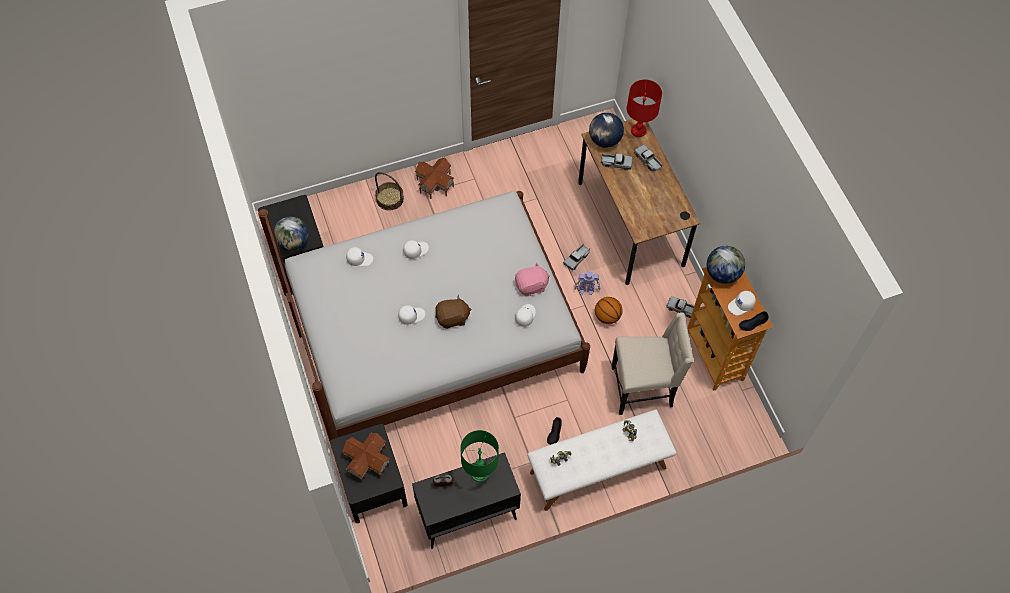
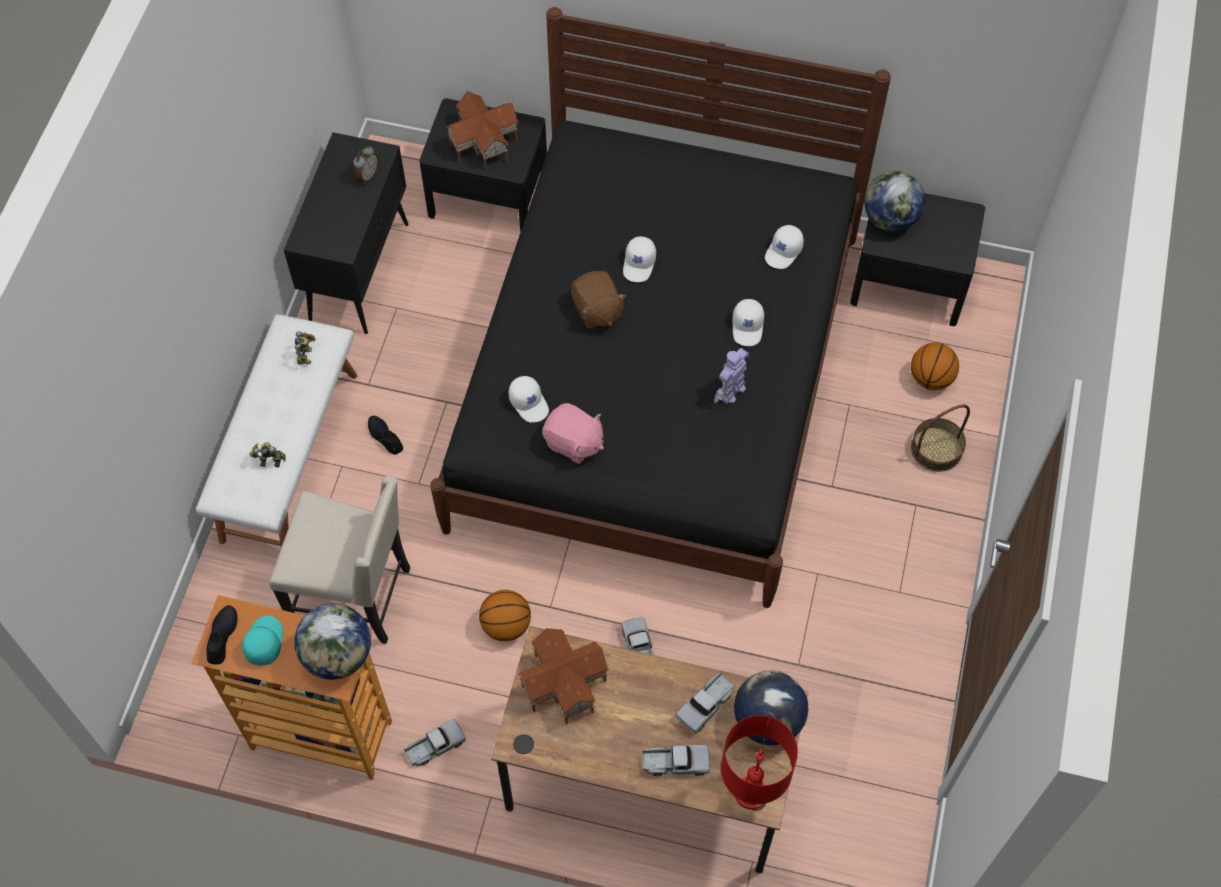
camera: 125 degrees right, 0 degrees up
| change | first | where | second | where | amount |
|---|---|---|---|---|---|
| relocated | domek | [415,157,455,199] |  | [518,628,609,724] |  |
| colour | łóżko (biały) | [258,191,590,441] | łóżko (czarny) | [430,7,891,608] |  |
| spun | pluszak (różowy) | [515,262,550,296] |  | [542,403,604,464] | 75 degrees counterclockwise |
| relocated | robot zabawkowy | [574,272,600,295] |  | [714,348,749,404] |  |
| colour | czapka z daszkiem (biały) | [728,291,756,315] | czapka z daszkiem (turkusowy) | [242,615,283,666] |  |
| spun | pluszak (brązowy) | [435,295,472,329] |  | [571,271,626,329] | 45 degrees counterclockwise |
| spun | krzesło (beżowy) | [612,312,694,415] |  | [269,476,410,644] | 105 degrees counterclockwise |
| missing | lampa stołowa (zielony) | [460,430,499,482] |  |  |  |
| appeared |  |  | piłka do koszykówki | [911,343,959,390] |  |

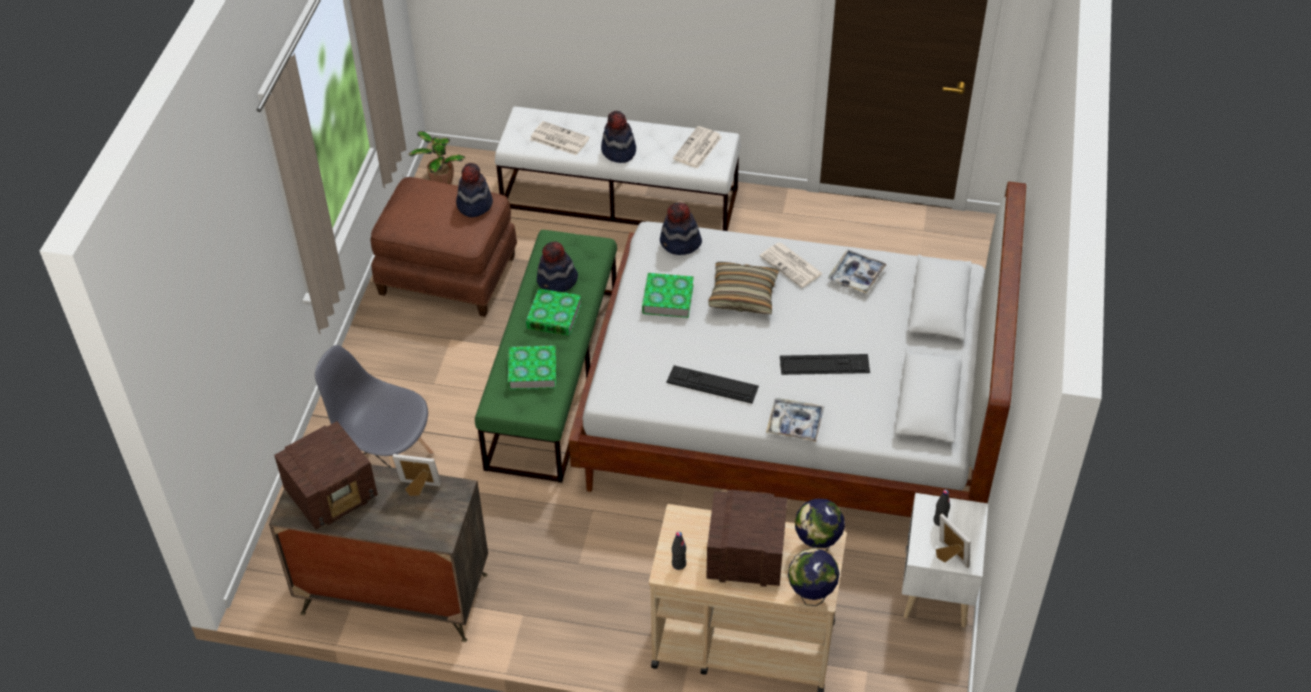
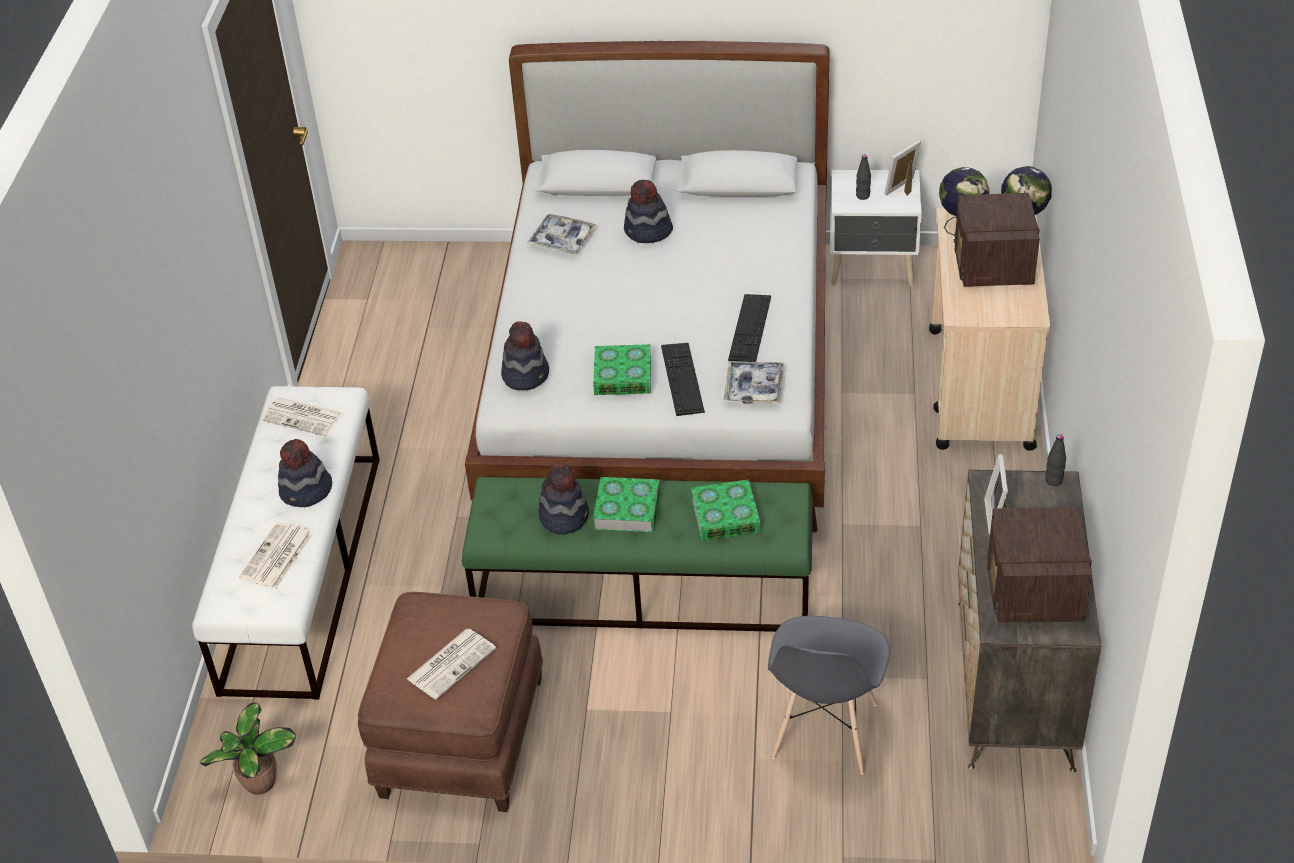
camera: 95 degrees left, 5 degrees down
| change | first | where | second | where | amount |
|---|---|---|---|---|---|
| relocated | kapelusz | [456,163,493,217] |  | [624,180,673,243] |  |
| relocated | gazeta | [760,242,823,288] |  | [407,629,496,699] |  |
| missing | poduszka | [708,262,779,314] |  |  |  |
| relocated | klawiatura | [780,354,870,375] |  | [661,343,705,416] |  |
| relocated | taca | [766,398,825,442] |  | [724,361,784,404] |  |
| spun | radio | [274,421,378,530] |  | [987,507,1092,623] | 135 degrees counterclockwise |
| relocated | butelka (czarny) | [672,532,686,570] |  | [1045,434,1066,486] |  |

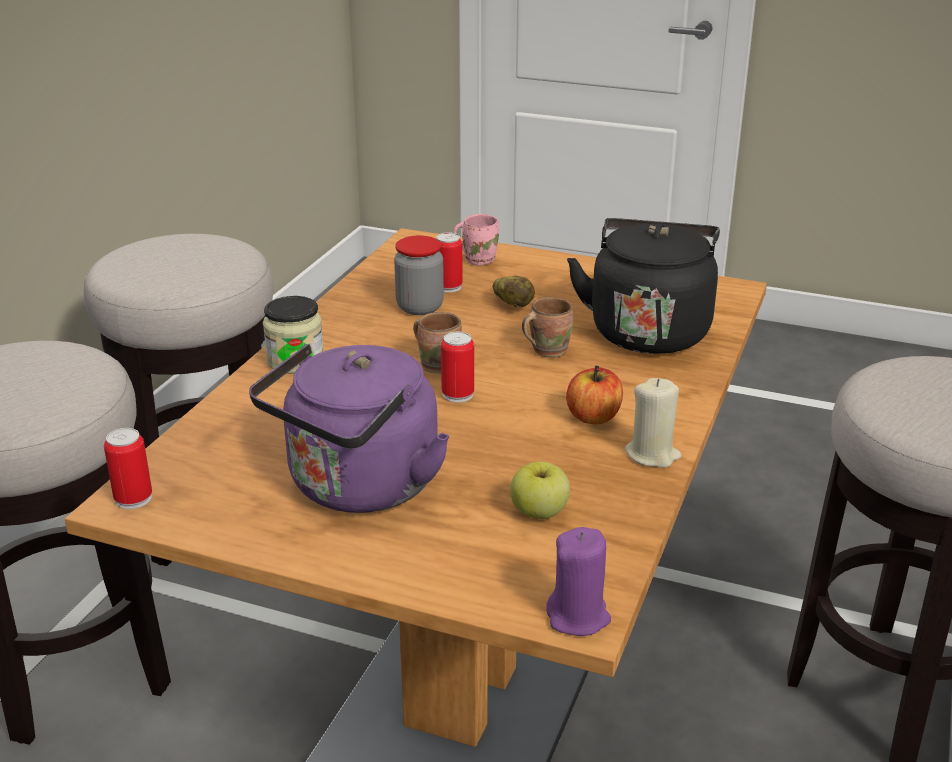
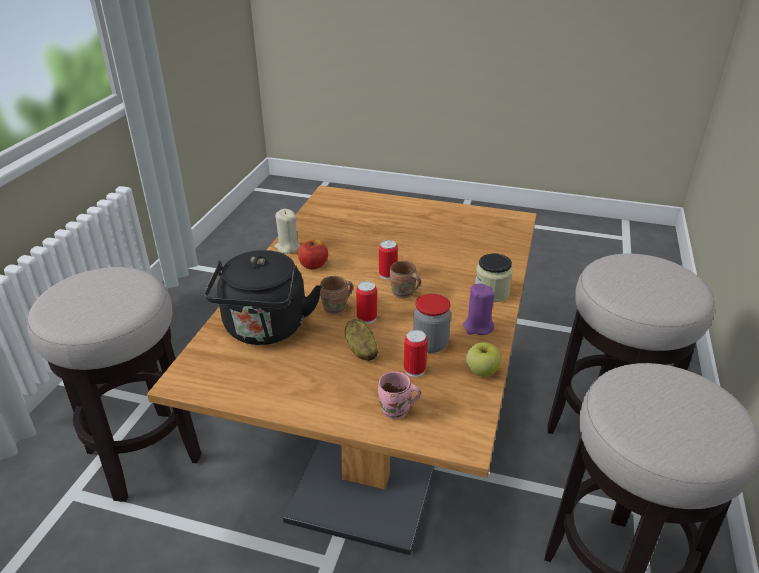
camera: 175 degrees right, 5 degrees up
| change | first | where | second | where | amount |
|---|---|---|---|---|---|
| missing | czajnik (fioletowy) | [249,343,450,513] |  |  |  |
| relocated | puszka | [104,428,152,509] |  | [356,281,377,324] |  |
| relocated | jabłko | [510,462,570,519] |  | [466,342,501,377] |  |
| relocated | świeca (fioletowy) | [546,527,611,636] |  | [463,284,495,335] |  |

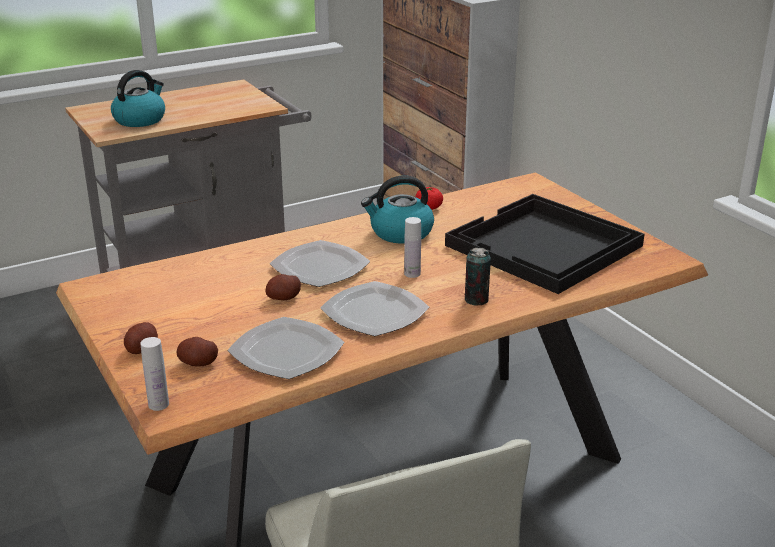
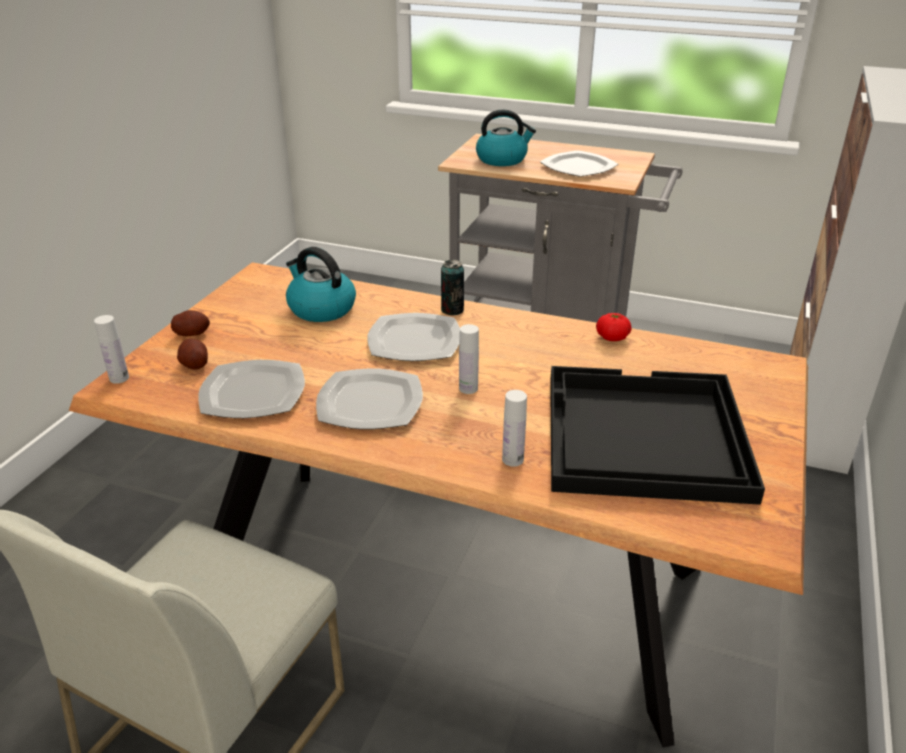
camera: 50 degrees right, 5 degrees up
| change | first | where | second | where | amount |
|---|---|---|---|---|---|
| relocated | czajnik | [361,176,434,244] |  | [286,247,356,322] |  |
| relocated | puszka | [465,248,491,305] |  | [441,259,464,316] |  |
| missing | ziemniak | [265,274,301,300] |  |  |  |
| appeared |  |  | talerz | [540,150,618,177] |  |
| appeared |  |  | butelka (biały) | [502,390,527,467] |  |

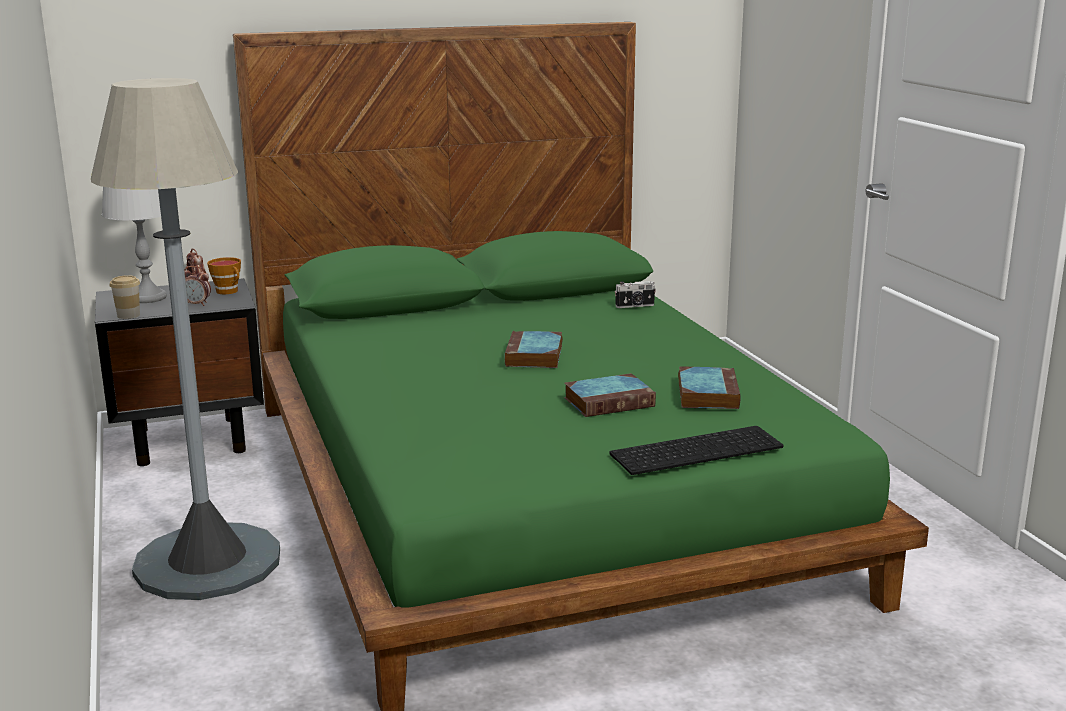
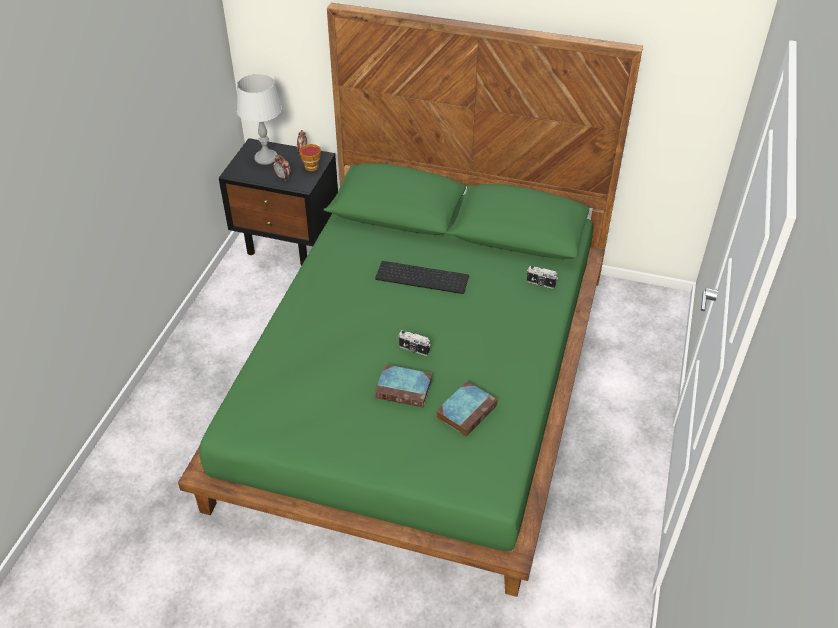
camera: 35 degrees right, 25 degrees up
| change | first | where | second | where | amount |
|---|---|---|---|---|---|
| missing | lampa stojąca (szary) | [91,78,280,600] |  |  |  |
| missing | filiżanka | [110,275,140,319] |  |  |  |
| missing | książka | [504,331,563,368] |  |  |  |
| relocated | klawiatura | [610,426,783,475] |  | [375,261,469,294] |  |
| appeared |  |  | aparat fotograficzny | [399,330,430,356] |  |

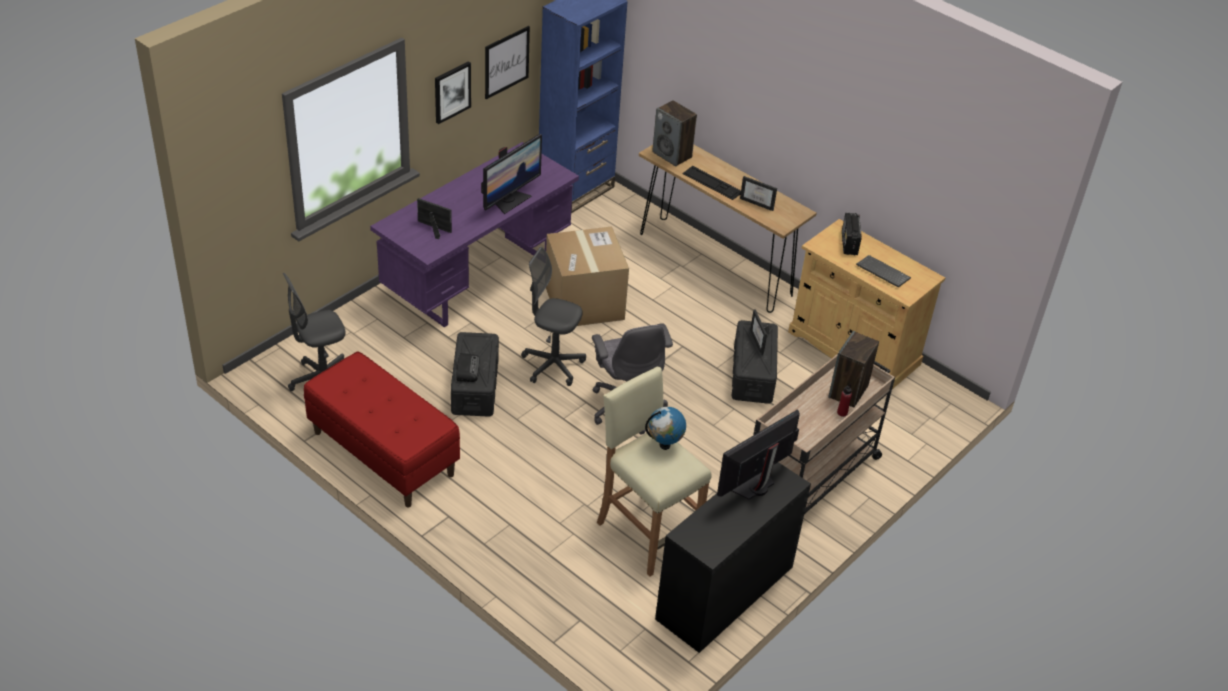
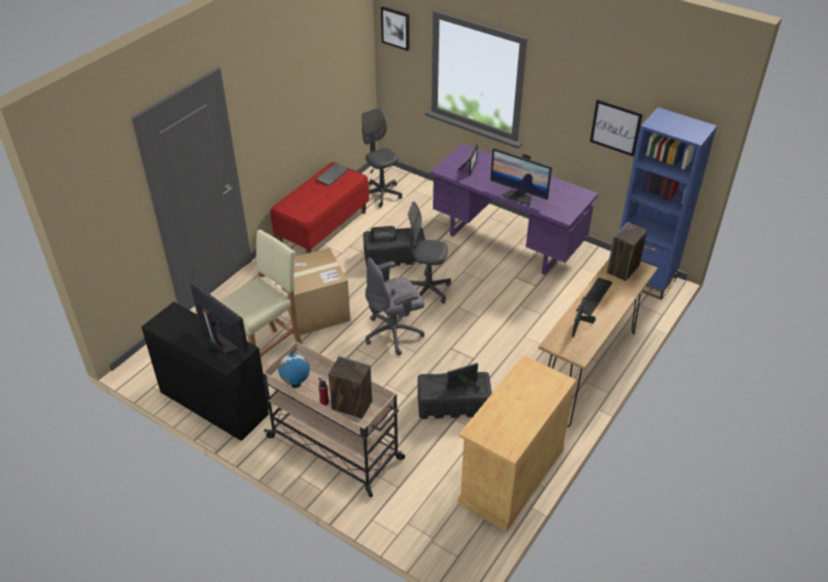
camera: 85 degrees right, 0 degrees up
| change | first | where | second | where | amount |
|---|---|---|---|---|---|
| relocated | obraz | [435,62,471,124] |  | [381,6,409,51] |  |
| missing | radio | [842,213,862,255] |  |  |  |
| relocated | karton | [546,227,629,326] |  | [281,248,351,335] |  |
| spun | krzesło biurowe (szary) | [521,247,586,386] |  | [408,202,451,304] | 90 degrees counterclockwise |
| relocated | klawiatura | [856,255,911,288] |  | [316,163,349,186] |  |
| relocated | globus | [645,407,686,450] |  | [278,351,310,388] |  |

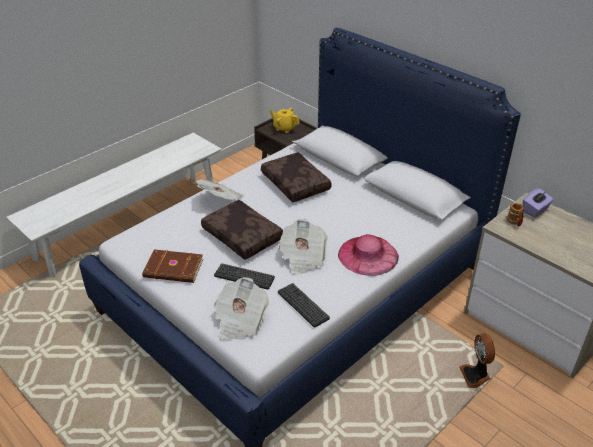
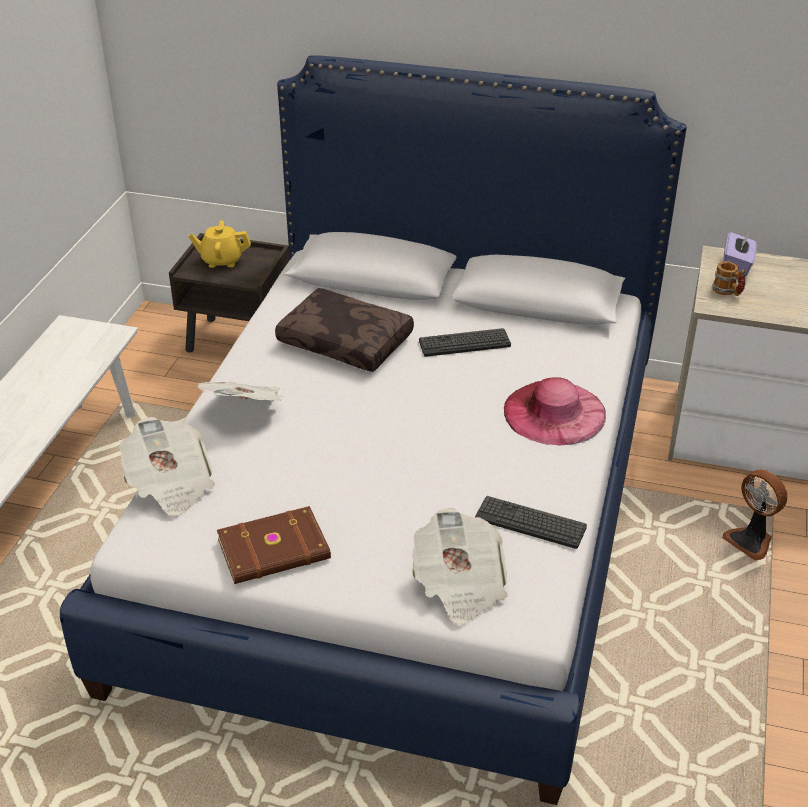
camera: 30 degrees left, 0 degrees up
| change | first | where | second | where | amount |
|---|---|---|---|---|---|
| missing | poduszka (brązowy) | [201,200,283,260] |  |  |  |
| relocated | gazeta | [279,219,328,275] |  | [119,417,215,516] |  |
| relocated | klawiatura | [214,263,275,290] |  | [419,328,511,357] |  |

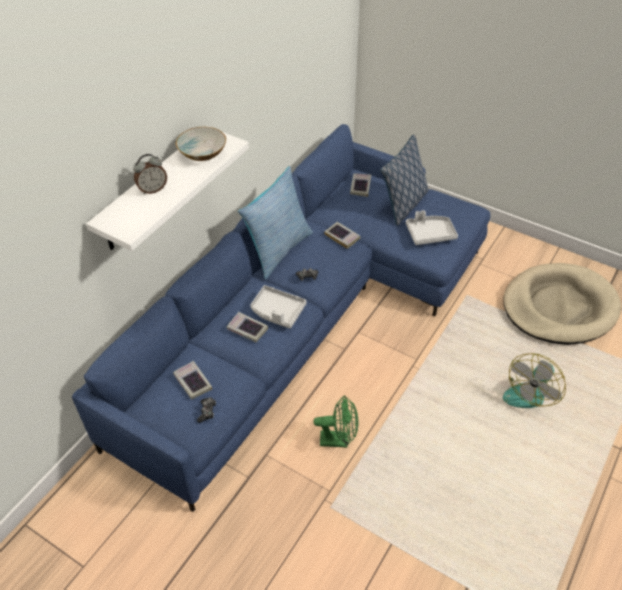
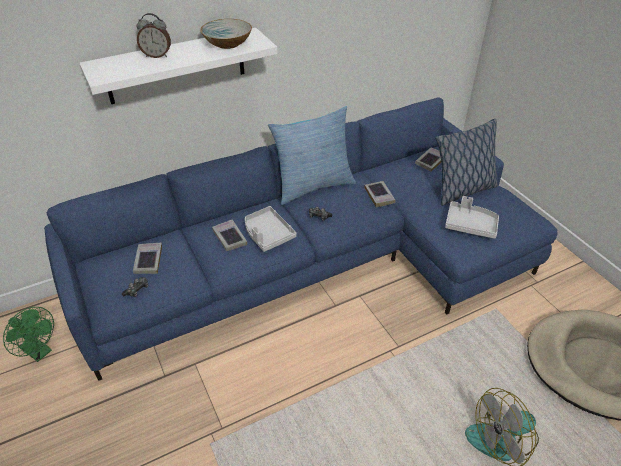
camera: 30 degrees right, 5 degrees down
| change | first | where | second | where | amount |
|---|---|---|---|---|---|
| relocated | wentylator (zielony) | [314,395,358,448] |  | [3,307,54,362] |  |

